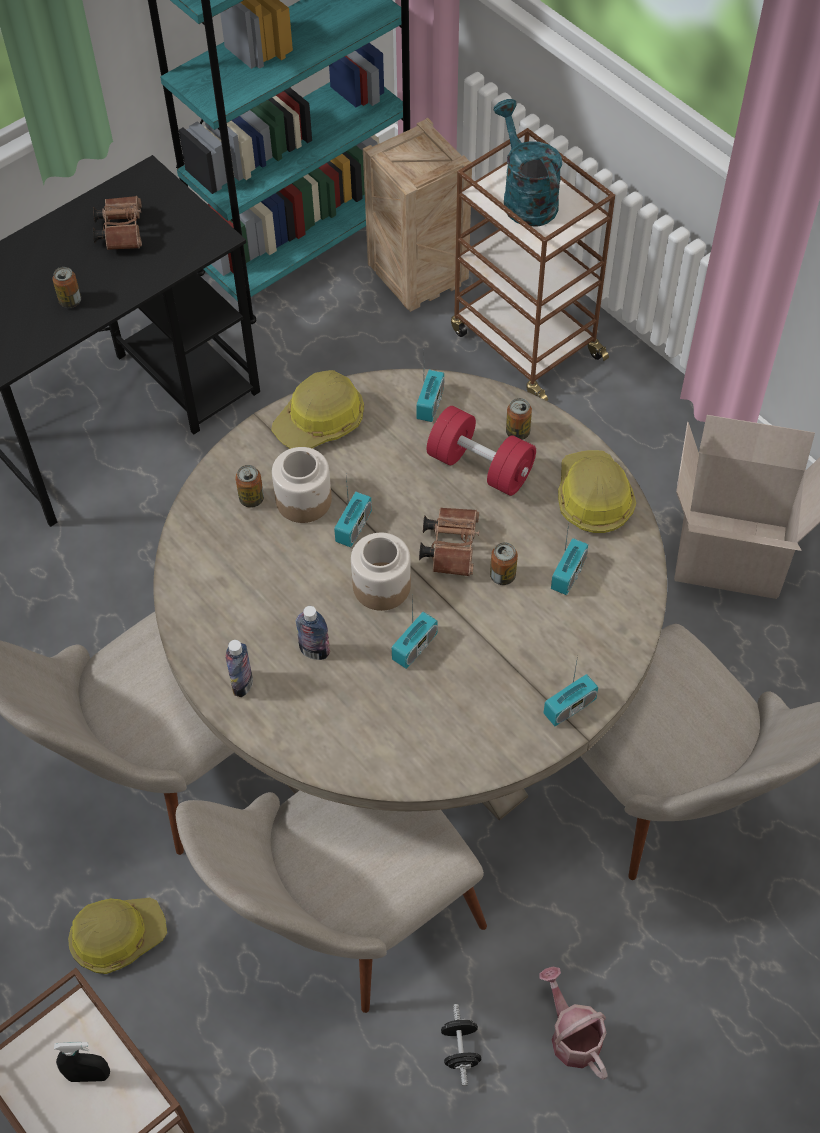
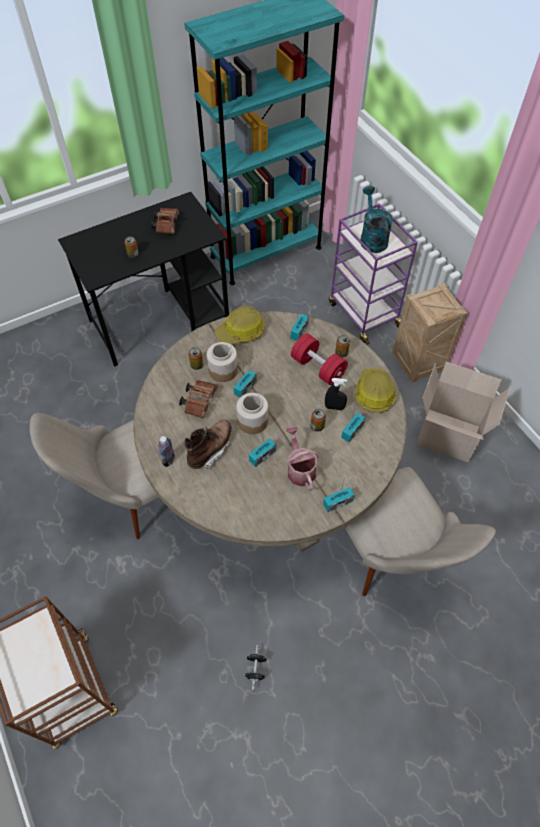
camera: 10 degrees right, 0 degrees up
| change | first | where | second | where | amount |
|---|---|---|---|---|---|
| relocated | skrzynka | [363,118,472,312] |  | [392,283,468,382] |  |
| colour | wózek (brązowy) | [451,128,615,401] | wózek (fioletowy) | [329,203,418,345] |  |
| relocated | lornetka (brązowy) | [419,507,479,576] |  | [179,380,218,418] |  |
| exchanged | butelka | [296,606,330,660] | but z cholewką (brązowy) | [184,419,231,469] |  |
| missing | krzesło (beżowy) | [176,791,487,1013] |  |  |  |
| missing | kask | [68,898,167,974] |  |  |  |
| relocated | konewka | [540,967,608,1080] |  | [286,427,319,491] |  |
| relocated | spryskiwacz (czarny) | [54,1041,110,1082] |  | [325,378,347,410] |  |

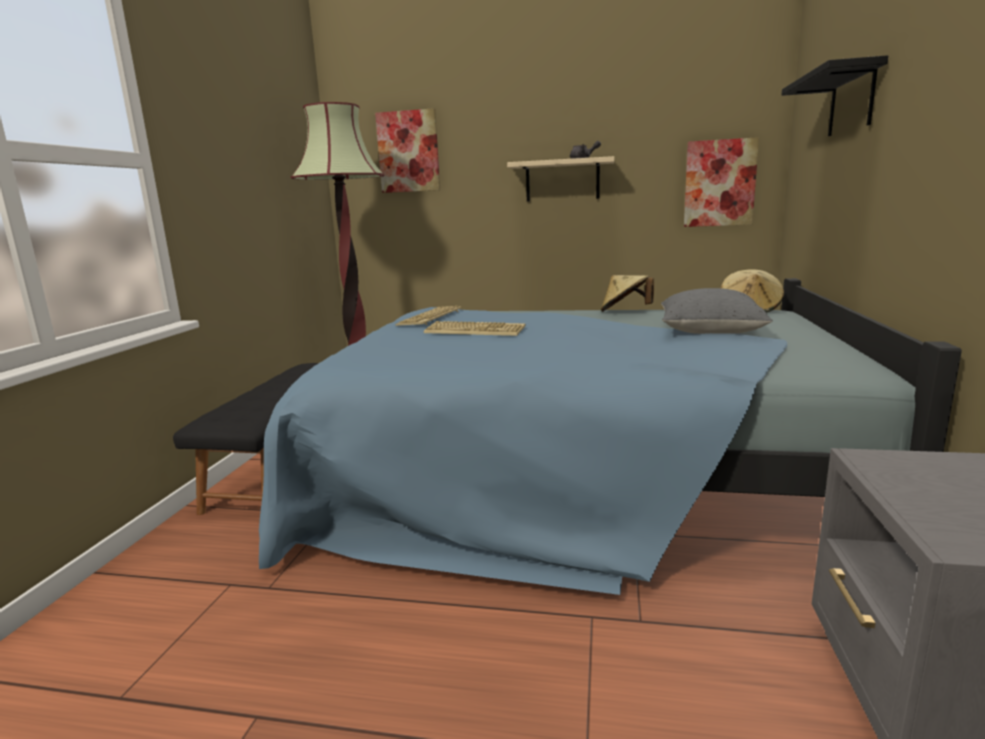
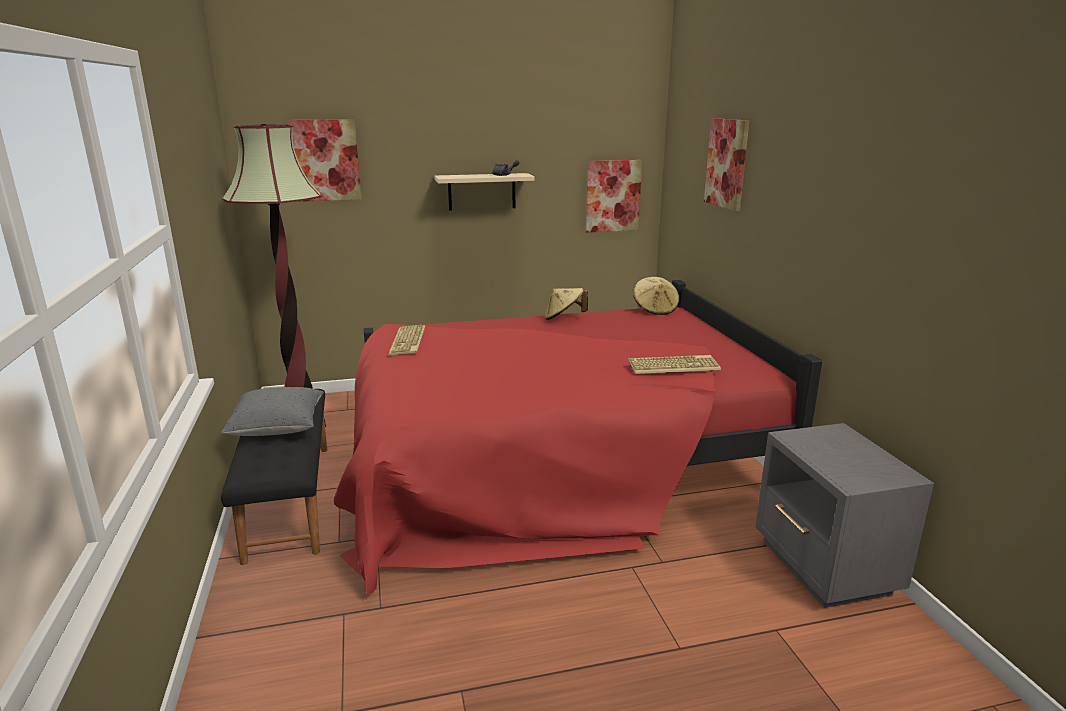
camera: 25 degrees left, 5 degrees up
| change | first | where | second | where | amount |
|---|---|---|---|---|---|
| exchanged | półka (czarny) | [782,55,888,136] | obraz | [704,118,749,211] |  |
| colour | łóżko (niebieski) | [259,278,962,595] | łóżko (czerwony) | [334,280,822,595] |  |
| relocated | poduszka (szary) | [661,288,773,334] |  | [221,387,323,436] |  |
| relocated | klawiatura | [424,321,526,336] |  | [628,355,721,374] |  |

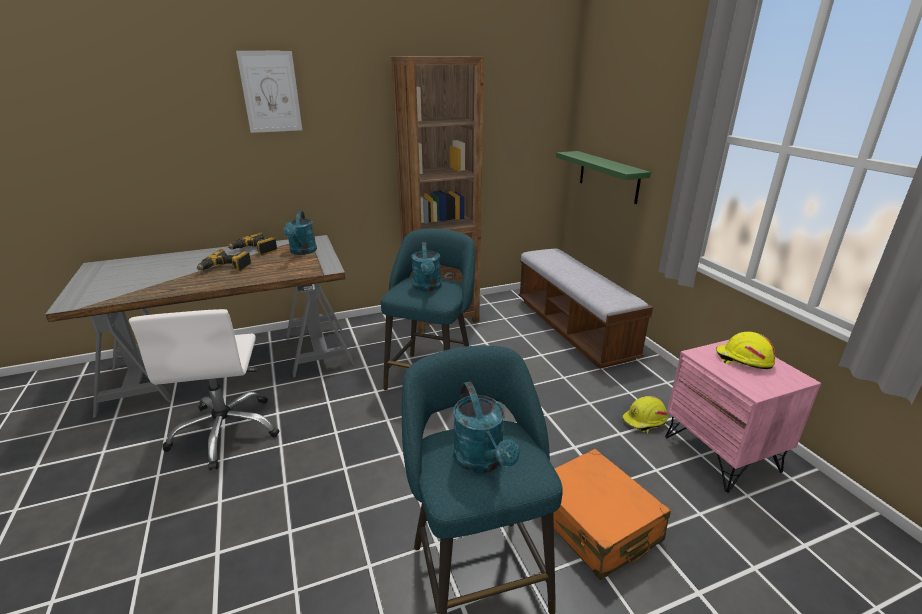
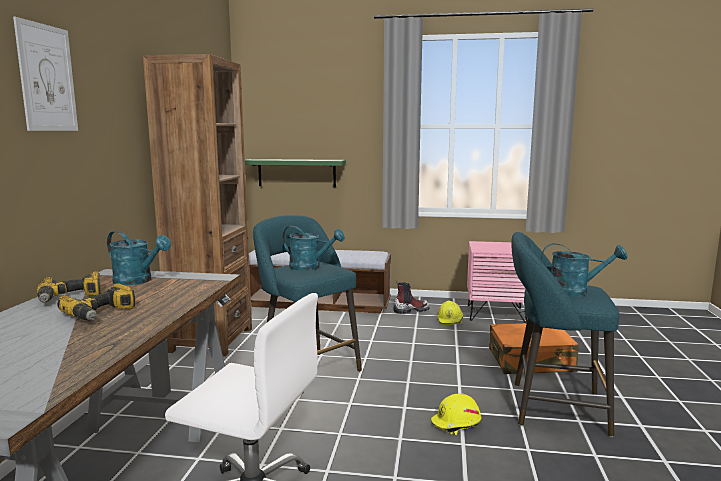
camera: 60 degrees left, 15 degrees down
| change | first | where | second | where | amount |
|---|---|---|---|---|---|
| relocated | kask (żółty) | [716,332,775,369] |  | [431,393,481,435] |  |
| appeared |  |  | but z cholewką | [394,280,430,314] |  |

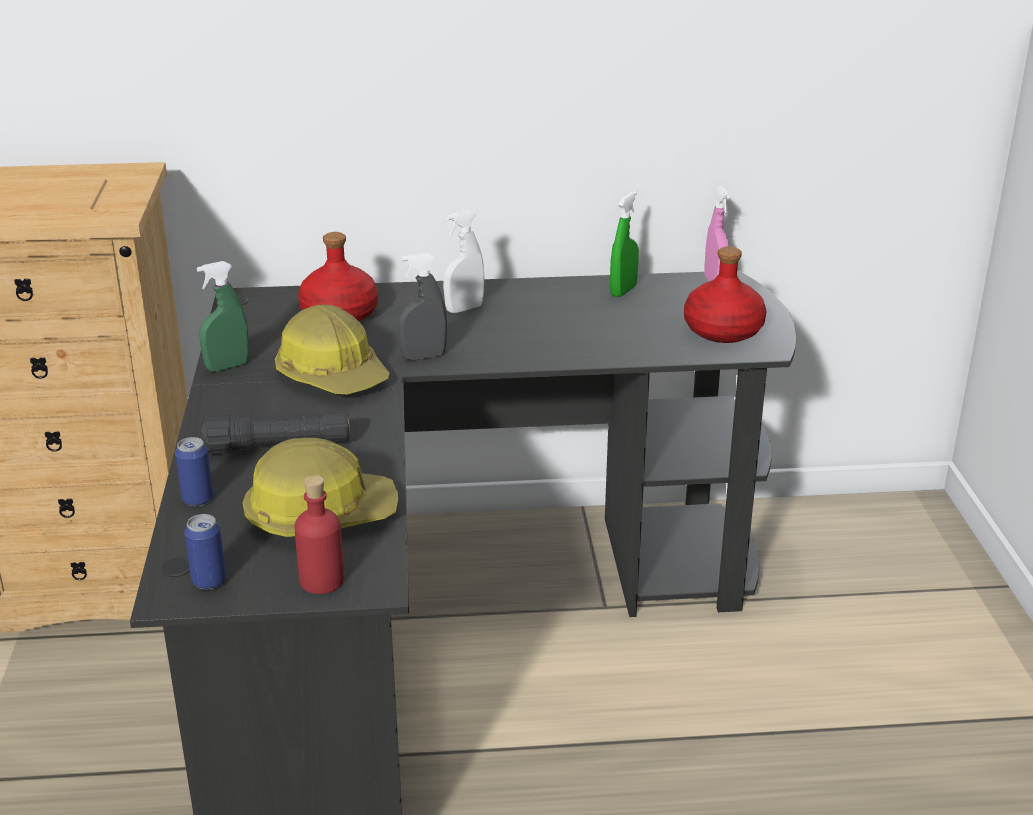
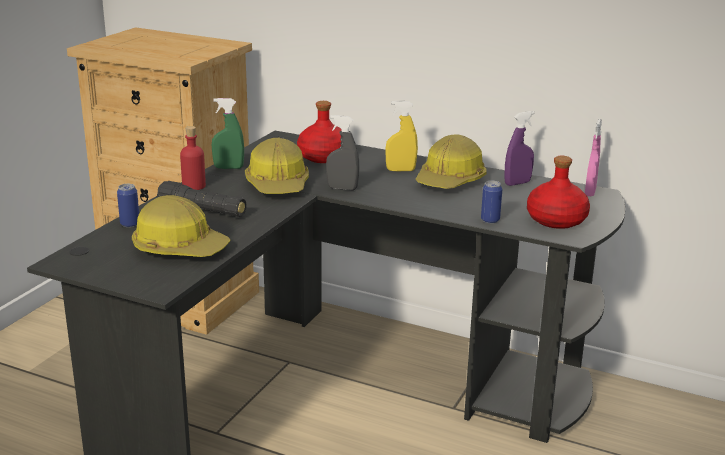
camera: 30 degrees right, 5 degrees down
| change | first | where | second | where | amount |
|---|---|---|---|---|---|
| colour | spryskiwacz (zielony) | [610,191,639,297] | spryskiwacz (fioletowy) | [504,111,535,186] |  |
| colour | spryskiwacz (biały) | [443,210,484,313] | spryskiwacz (żółty) | [385,101,418,171] |  |
| relocated | butelka (czerwony) | [295,475,344,594] |  | [180,126,206,190] |  |
| relocated | puszka | [184,514,226,589] |  | [481,181,502,223] |  |
| appeared |  |  | kask | [416,134,487,189] |  |

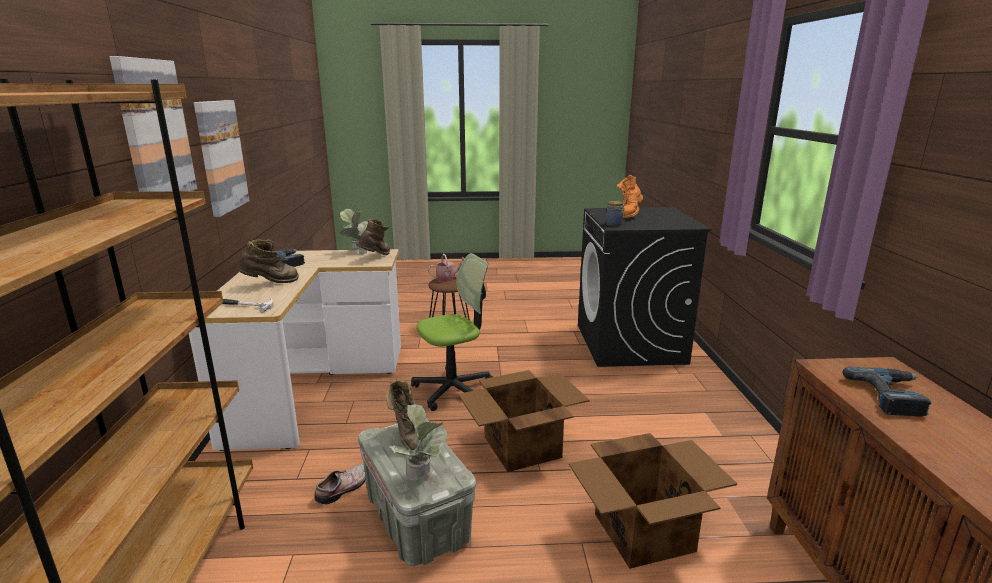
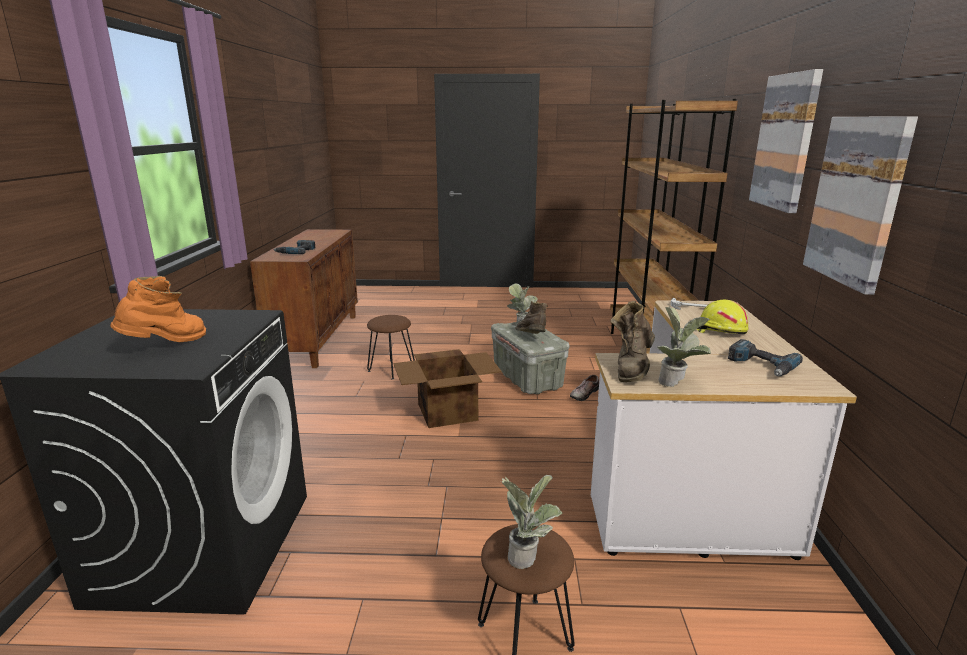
camera: 175 degrees left, 0 degrees up
| change | first | where | second | where | amount |
|---|---|---|---|---|---|
| missing | słoik | [606,201,625,226] |  |  |  |
| exchanged | but z cholewką (brązowy) | [237,240,299,283] | kask (żółty) | [697,300,749,334] |  |
| missing | krzesło biurowe | [411,253,493,411] |  |  |  |
| exchanged | konewka | [428,254,464,282] | roślina doniczkowa | [502,475,563,569] |  |
| exchanged | karton | [569,433,737,569] | stołek (brązowy) | [367,315,415,380] |  |

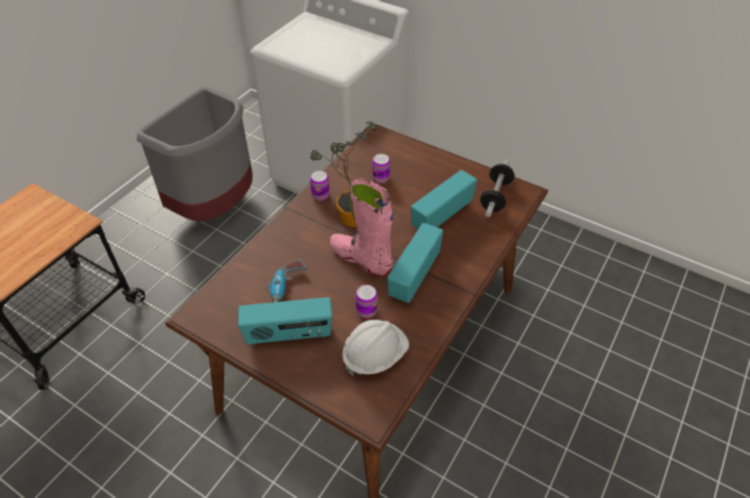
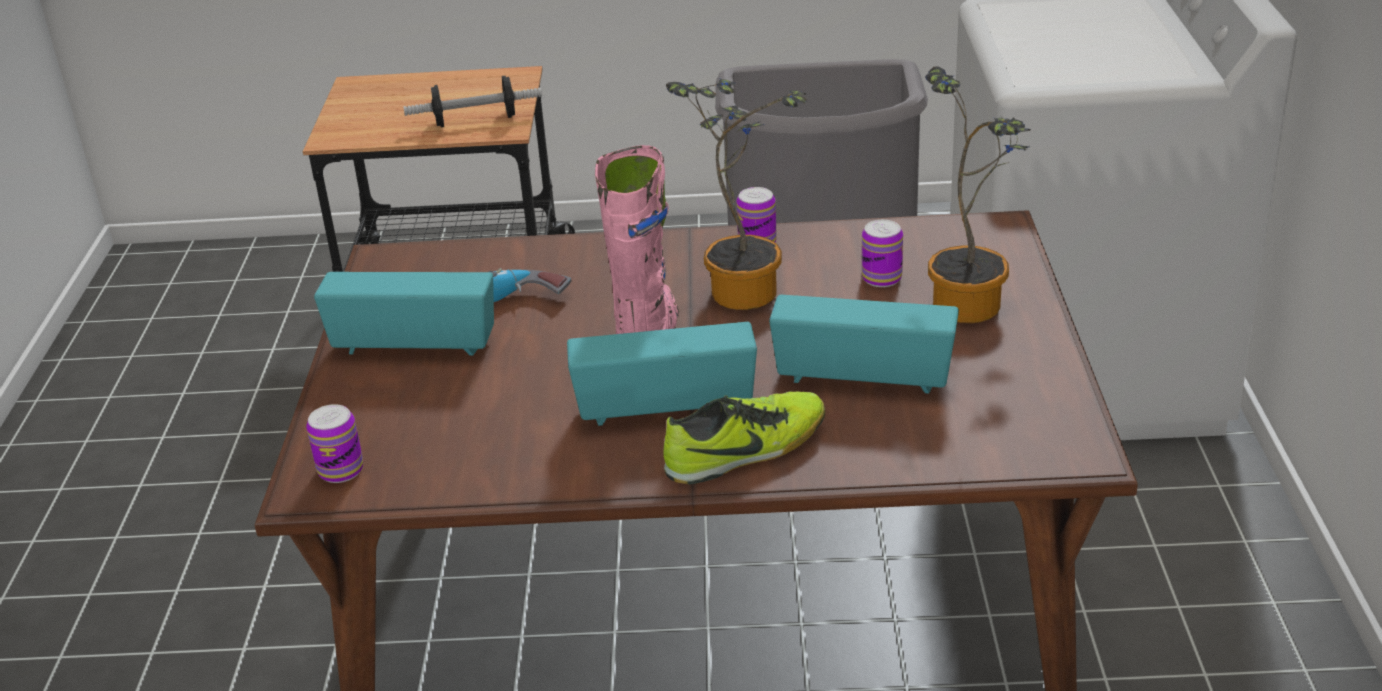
camera: 60 degrees right, 15 degrees down
| change | first | where | second | where | amount |
|---|---|---|---|---|---|
| relocated | hantel | [480,160,514,217] |  | [403,76,542,127] |  |
| relocated | puszka | [356,285,378,318] |  | [306,404,363,483] |  |
| spun | radio | [238,297,332,344] |  | [314,272,494,356] | 135 degrees clockwise |
| missing | kask (biały) | [342,320,409,376] |  |  |  |
| appeared |  |  | roślina doniczkowa | [925,66,1031,323] |  |
| appeared |  |  | but | [663,391,825,485] |  |

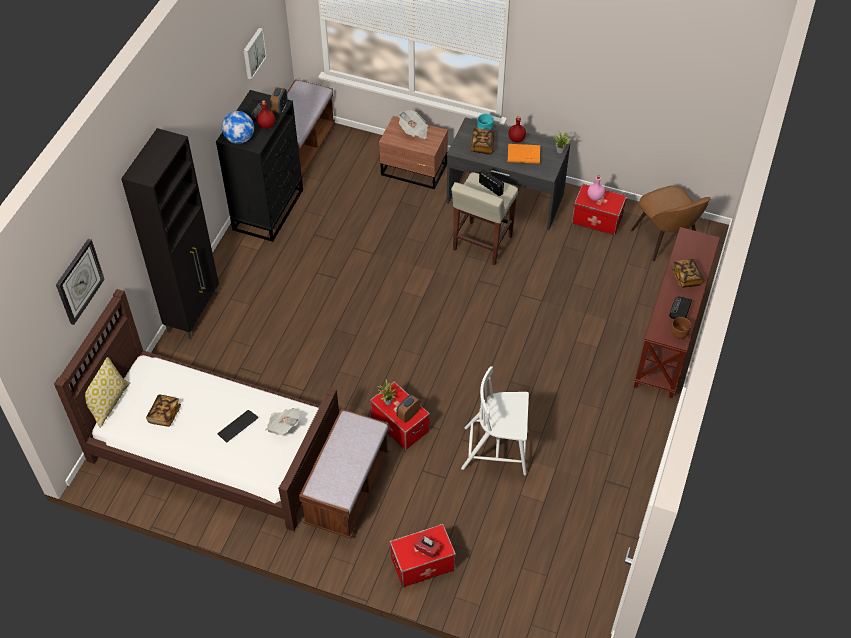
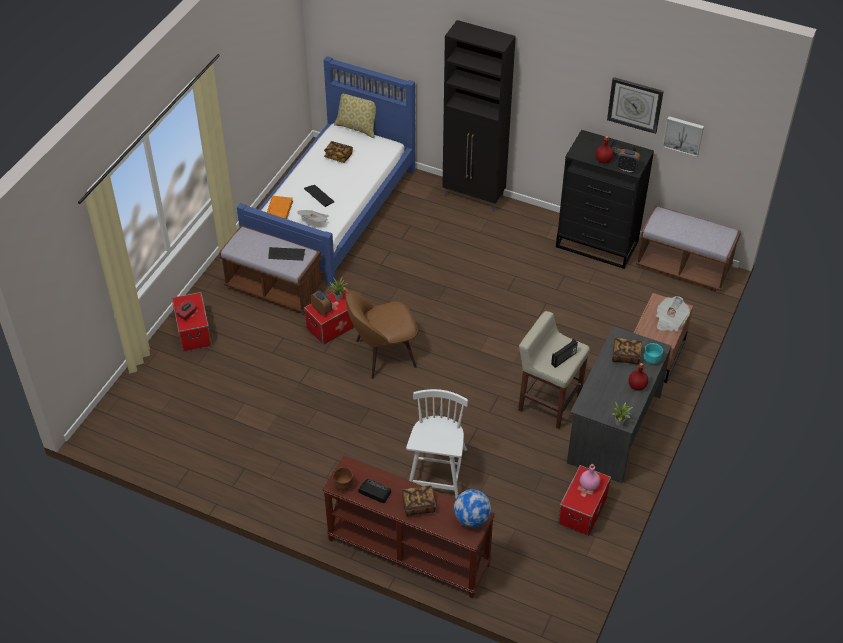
camera: 95 degrees right, 5 degrees down
| change | first | where | second | where | amount |
|---|---|---|---|---|---|
| relocated | globus | [222,111,254,144] |  | [454,489,491,527] |  |
| relocated | książka (pomarańczowy) | [507,144,540,164] |  | [267,196,293,219] |  |
| relocated | krzesło (brązowy) | [631,185,711,261] |  | [345,291,418,379] |  |
| relocated | zegar ścienny | [56,239,105,325] |  | [607,77,664,134] |  |
| colour | łóżko (brązowy) | [54,289,339,531] | łóżko (niebieski) | [237,56,415,286] |  |
| relocated | krzesło (biały) | [461,366,529,475] |  | [406,389,468,498] |  |
| appeared |  |  | klawiatura | [268,247,305,261] |  |

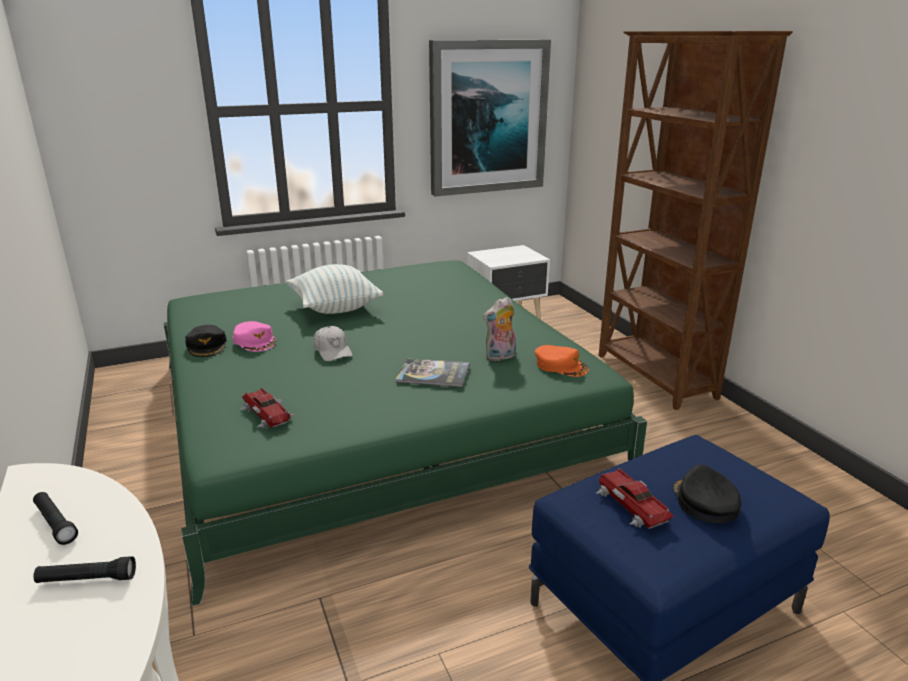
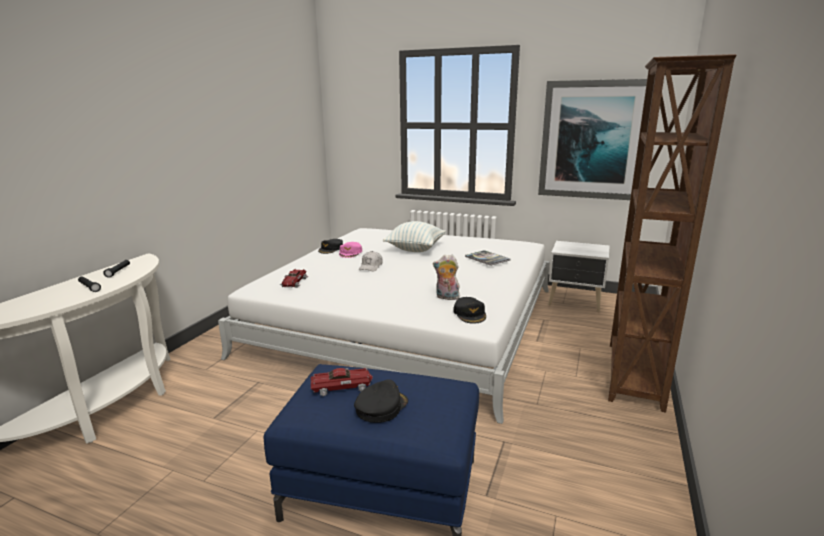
camera: 45 degrees right, 5 degrees down
| change | first | where | second | where | amount |
|---|---|---|---|---|---|
| colour | łóżko (zielony) | [163,260,647,606] | łóżko (biały) | [218,228,550,424] |  |
| colour | czapka z daszkiem (pomarańczowy) | [535,345,589,377] | czapka z daszkiem (czarny) | [454,297,486,324] |  |
| relocated | książka | [395,358,470,387] |  | [465,250,511,266] |  |
| spun | samochodzik | [595,468,674,529] |  | [311,368,373,396] | 60 degrees clockwise |

